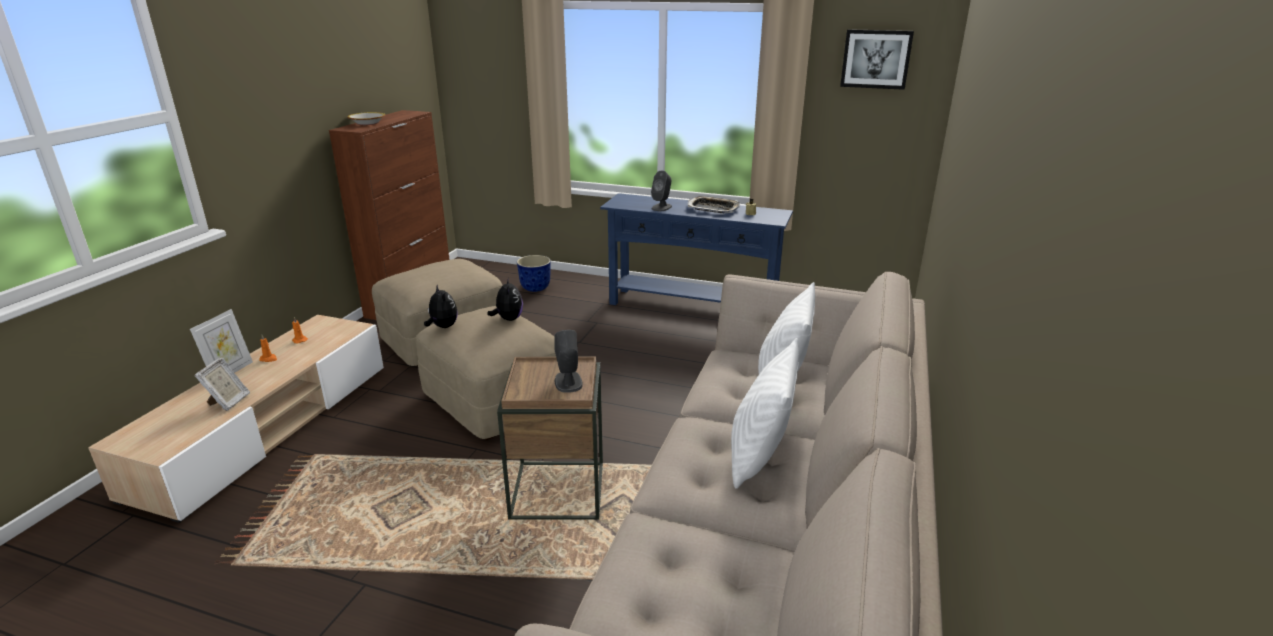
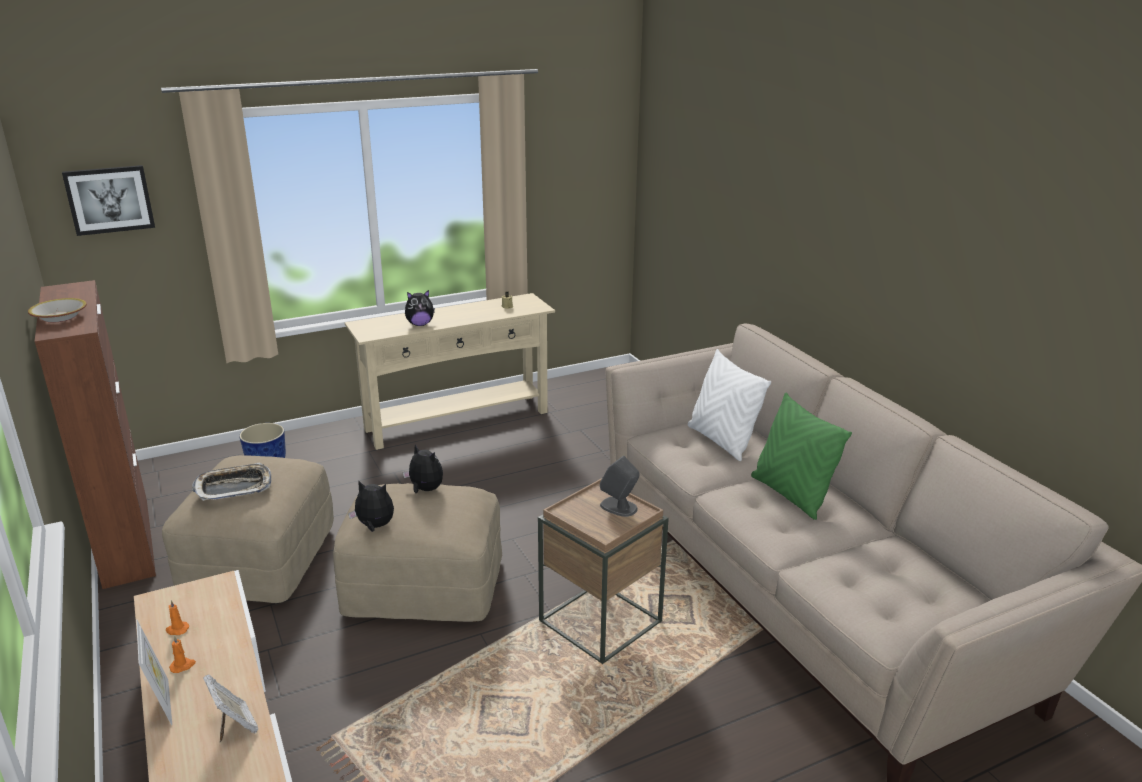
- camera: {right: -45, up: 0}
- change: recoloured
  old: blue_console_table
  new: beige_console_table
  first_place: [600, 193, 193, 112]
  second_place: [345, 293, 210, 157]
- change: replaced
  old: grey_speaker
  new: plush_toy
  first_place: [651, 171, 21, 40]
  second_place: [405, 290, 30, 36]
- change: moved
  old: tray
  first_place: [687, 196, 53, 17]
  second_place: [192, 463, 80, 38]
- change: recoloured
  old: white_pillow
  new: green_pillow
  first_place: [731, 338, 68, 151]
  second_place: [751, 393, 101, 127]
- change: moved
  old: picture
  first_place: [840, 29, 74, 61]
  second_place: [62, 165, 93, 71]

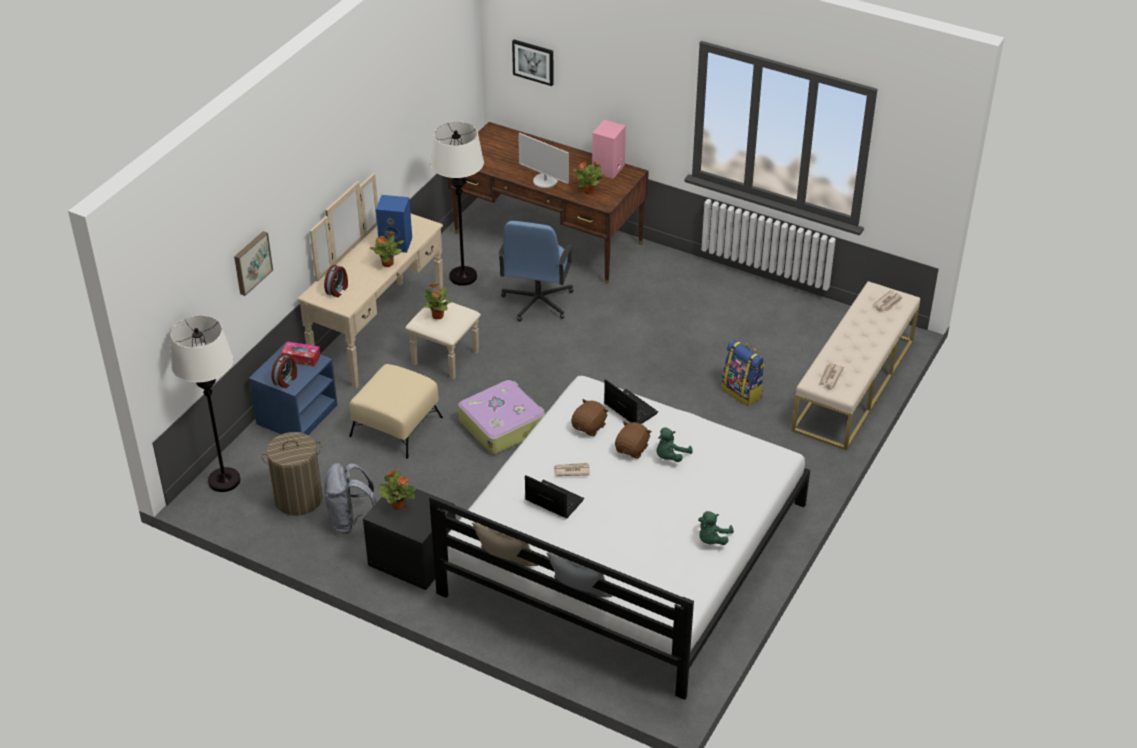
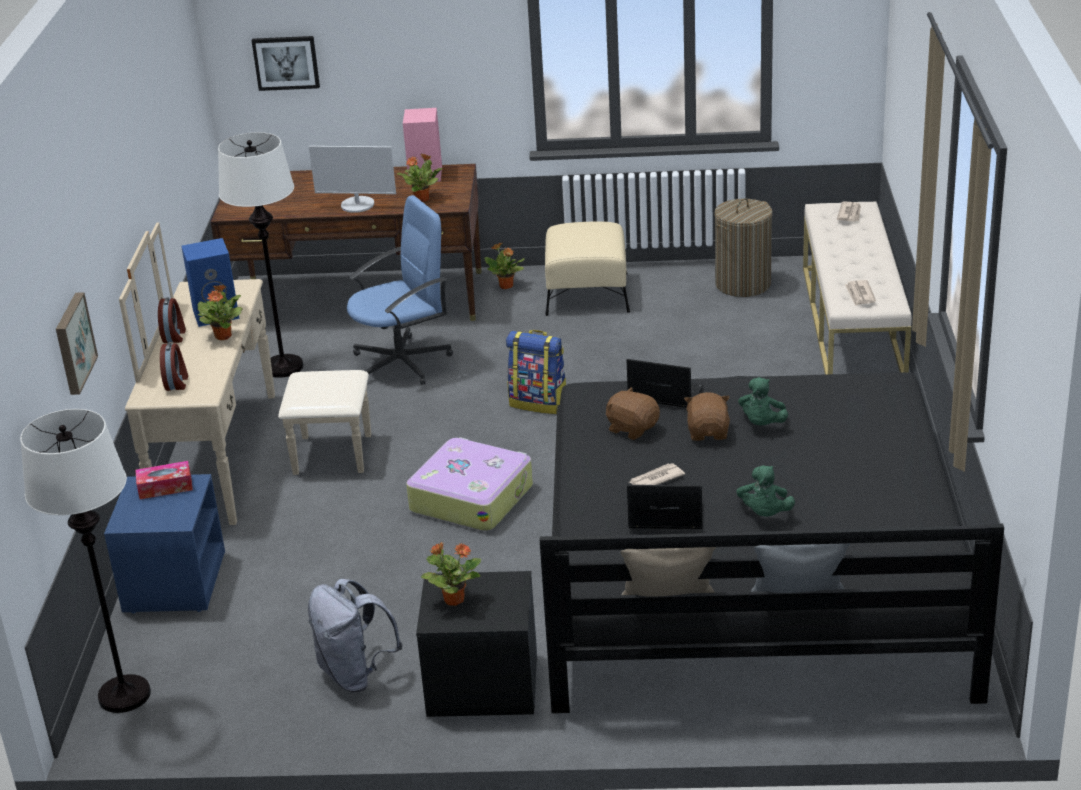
- camera: {right: -25, up: -10}
- change: moved
  old: laundry_basket
  first_place: [261, 432, 62, 84]
  second_place: [715, 198, 57, 99]
- change: moved
  old: alarm_clock
  first_place: [271, 355, 26, 33]
  second_place: [158, 297, 28, 46]
- change: moved
  old: beige_ottoman
  first_place: [349, 364, 94, 95]
  second_place: [545, 221, 85, 95]
- change: moved
  old: potted_plant
  first_place: [423, 283, 30, 36]
  second_place: [484, 243, 41, 46]
- change: recoloured
  old: white_bed
  new: black_bed
  first_place: [429, 376, 381, 324]
  second_place: [540, 372, 464, 341]
- change: turned
  old: blue_office_chair
  first_place: [498, 221, 76, 101]
  second_place: [347, 195, 106, 190]
  degrees: -105
- change: turned
  old: brown_plush_toy
  first_place: [571, 399, 37, 37]
  second_place: [606, 387, 54, 53]
  degrees: -60
- change: moved
  old: green_plush_toy
  first_place: [698, 511, 36, 34]
  second_place: [736, 465, 59, 52]
- change: moved
  old: backpack
  first_place: [721, 339, 44, 67]
  second_place: [506, 330, 60, 84]

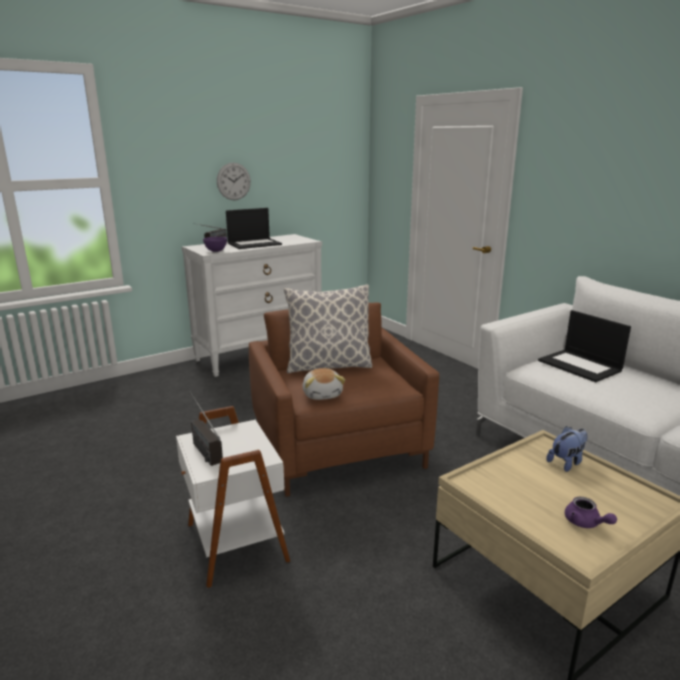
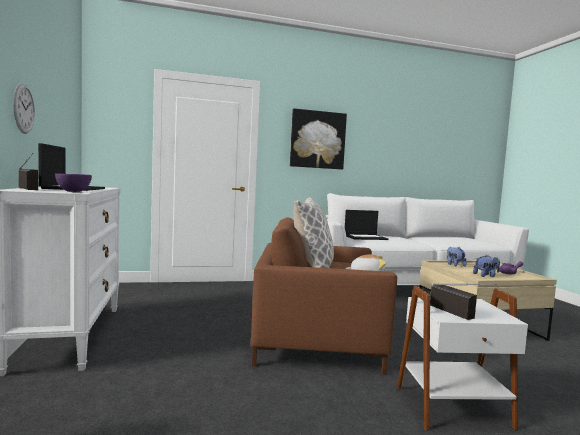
- camera: {right: -70, up: -15}
- change: turned
  old: radio
  first_place: [190, 391, 33, 75]
  second_place: [430, 283, 67, 37]
  degrees: -105
- change: added
  new: picture
  second_place: [290, 108, 57, 61]
- change: added
  new: plush_toy
  second_place: [473, 255, 27, 22]

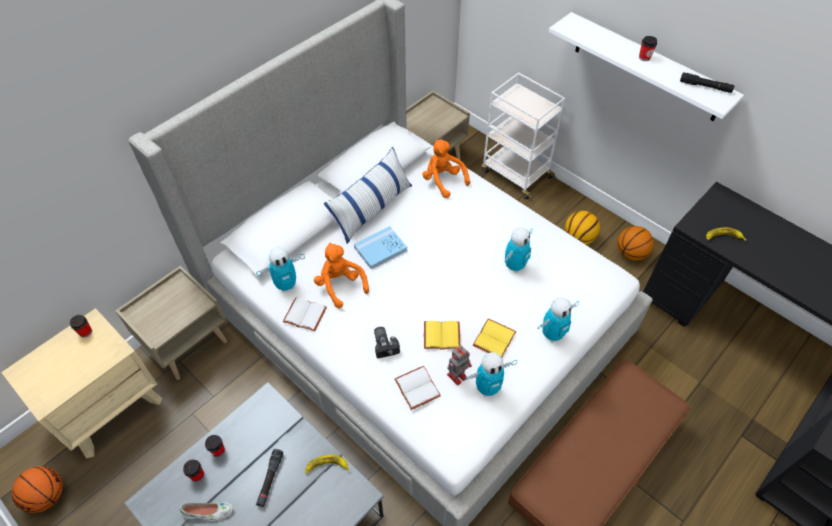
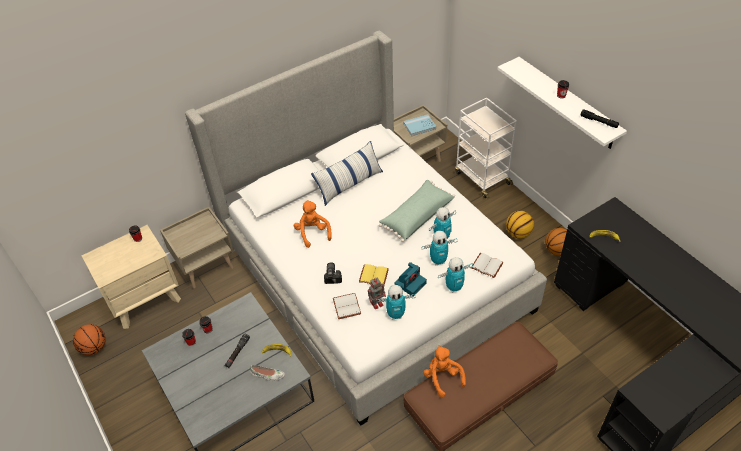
- camera: {right: 15, up: -5}
- change: moved
  old: white_shoe
  first_place: [180, 502, 53, 19]
  second_place: [250, 365, 35, 16]
- change: moved
  old: toy_robot
  first_place: [256, 247, 49, 45]
  second_place: [421, 231, 37, 34]
- change: moved
  old: white_book
  first_place: [283, 297, 44, 35]
  second_place: [471, 253, 33, 25]
- change: moved
  old: blue_book
  first_place: [354, 226, 54, 43]
  second_place: [404, 114, 32, 22]
- change: moved
  old: orange_plush_toy
  first_place: [422, 140, 48, 58]
  second_place: [423, 345, 43, 53]
- change: replaced
  old: yellow_book
  new: photo_camera
  first_place: [473, 319, 43, 38]
  second_place: [395, 262, 32, 35]
- change: added
  new: green_pillow
  second_place: [379, 180, 76, 62]

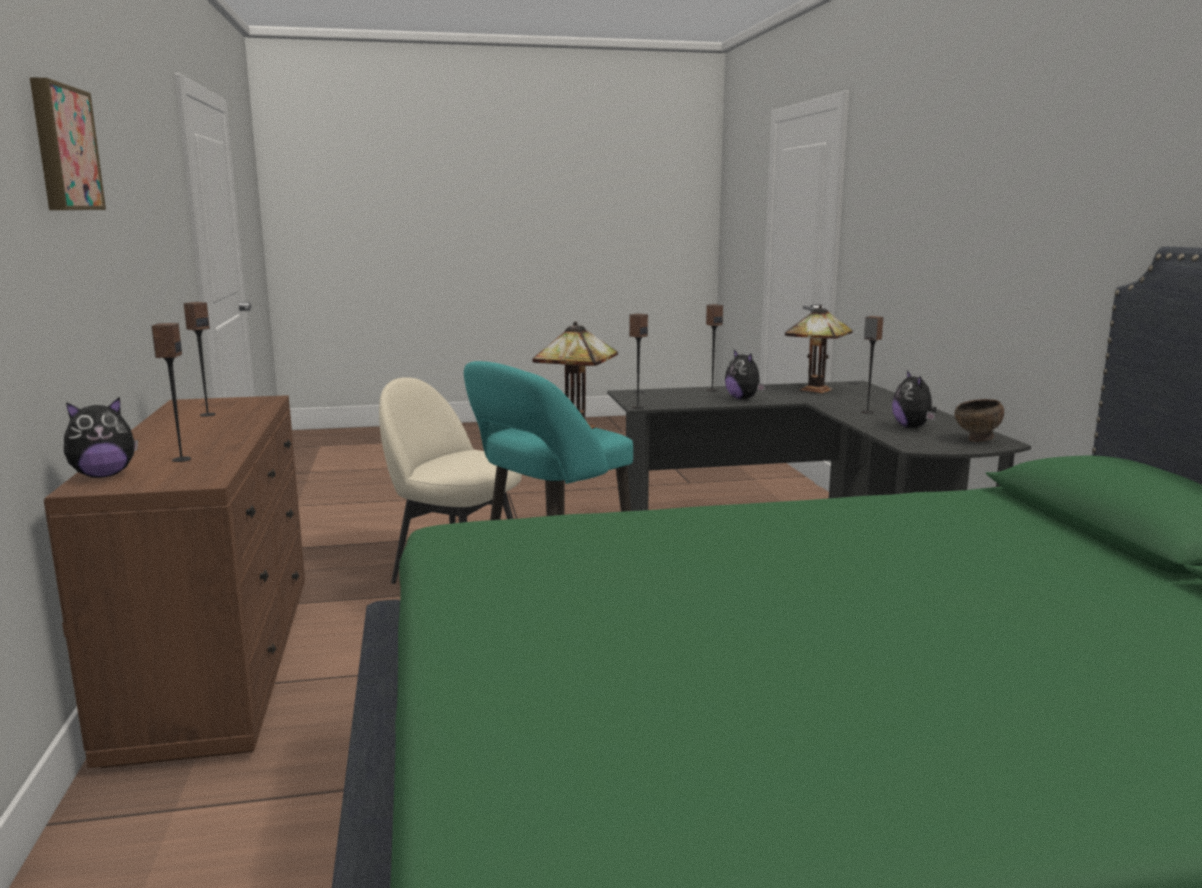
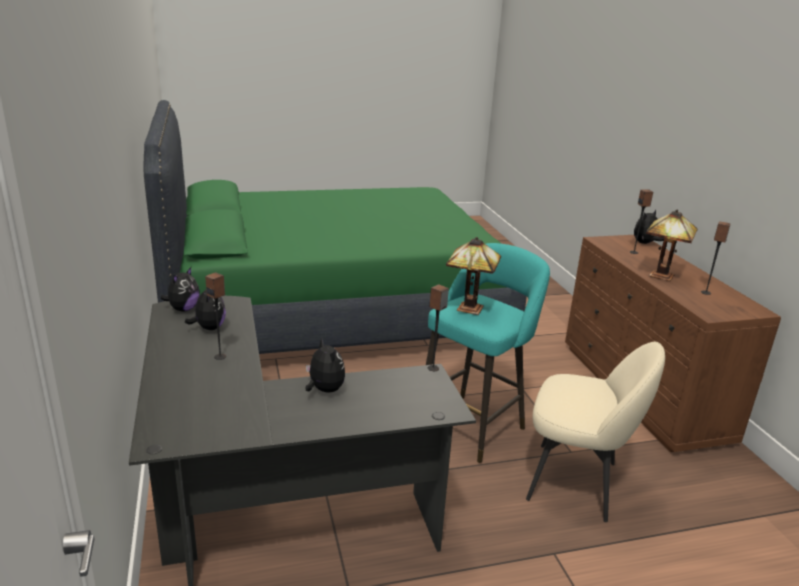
- camera: {right: 175, up: 10}
- change: removed
  old: picture
  first_place: [30, 77, 76, 133]
- change: removed
  old: speaker
  first_place: [706, 304, 17, 88]
- change: moved
  old: table_lamp
  first_place: [785, 305, 68, 88]
  second_place: [646, 210, 52, 71]
- change: replaced
  old: brown_bowl
  new: plush_toy
  first_place: [955, 399, 49, 43]
  second_place: [161, 267, 39, 45]

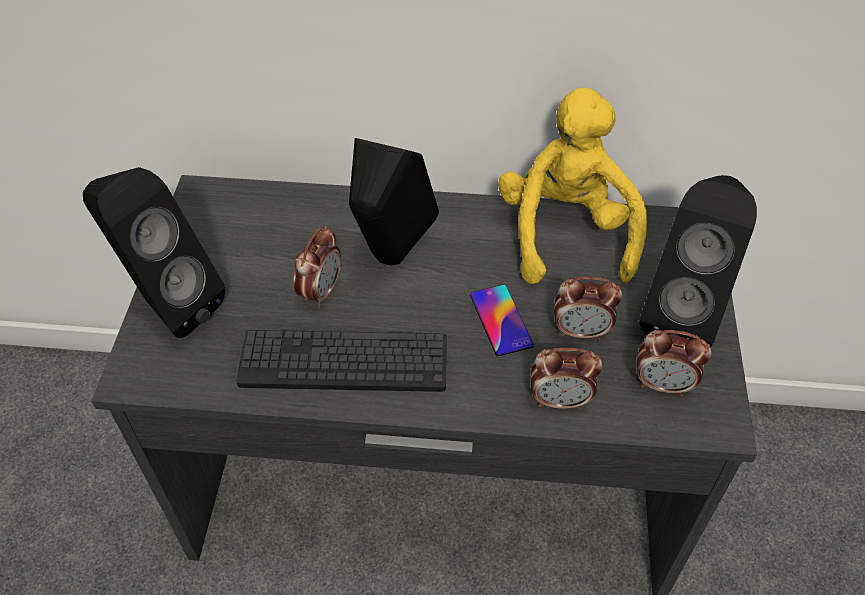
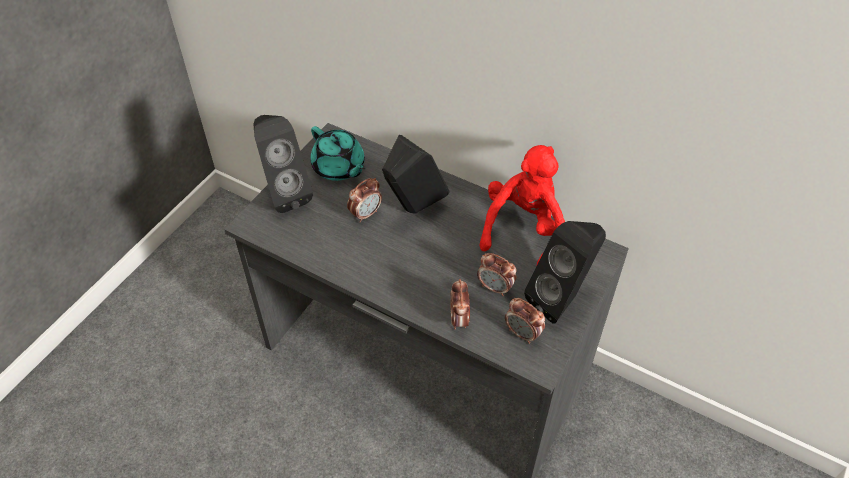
- camera: {right: 25, up: 0}
- change: removed
  old: keyboard
  first_place: [236, 330, 211, 62]
- change: removed
  old: phone
  first_place: [470, 285, 64, 71]
- change: recoloured
  old: yellow_plush_toy
  new: red_plush_toy
  first_place: [498, 87, 149, 197]
  second_place: [479, 145, 86, 119]
- change: turned
  old: alarm_clock
  first_place: [531, 348, 72, 62]
  second_place: [450, 279, 20, 50]
  degrees: 60
- change: added
  new: turquoise_teapot
  second_place: [310, 126, 55, 55]

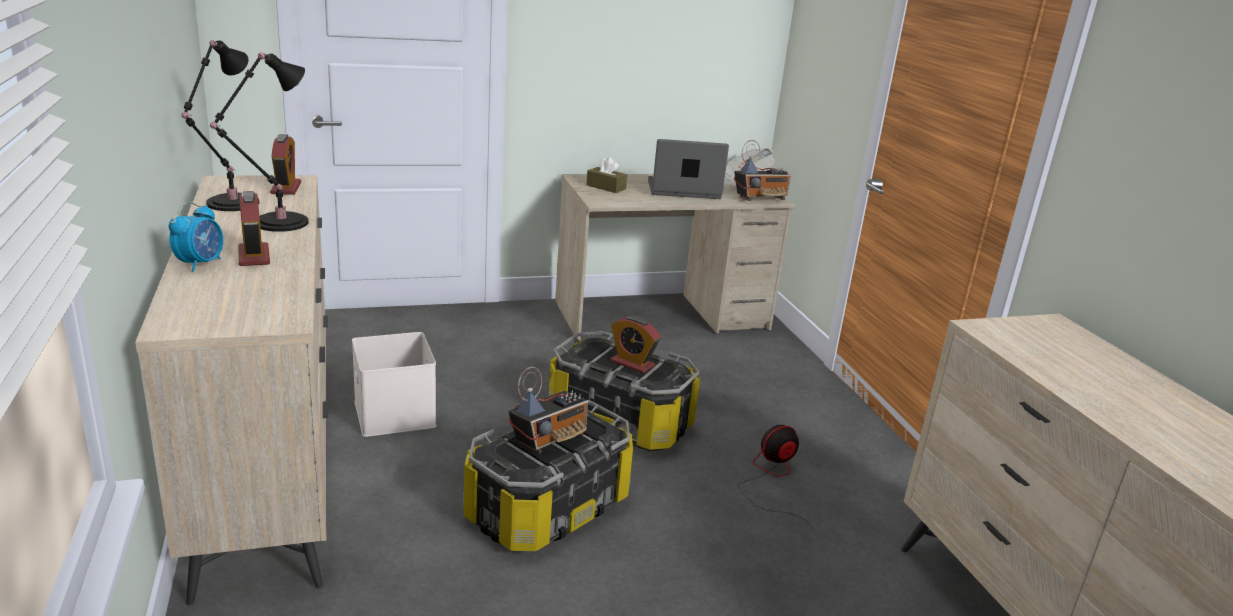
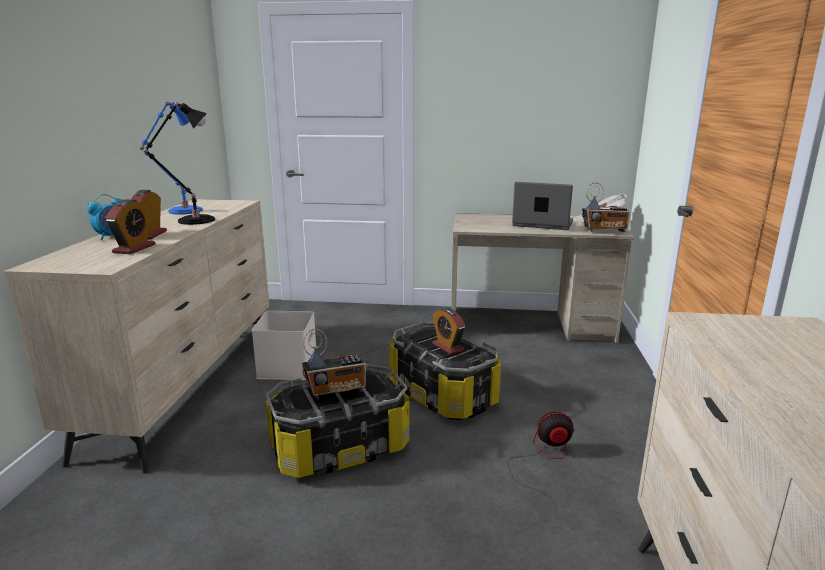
- camera: {right: 25, up: -5}
- change: recoloured
  old: black_table_lamp
  new: blue_table_lamp
  first_place: [181, 40, 78, 171]
  second_place: [139, 101, 64, 114]
- change: moved
  old: alarm_clock
  first_place: [270, 134, 31, 61]
  second_place: [105, 199, 50, 55]
- change: removed
  old: brown_tissue_box
  first_place: [586, 157, 41, 36]

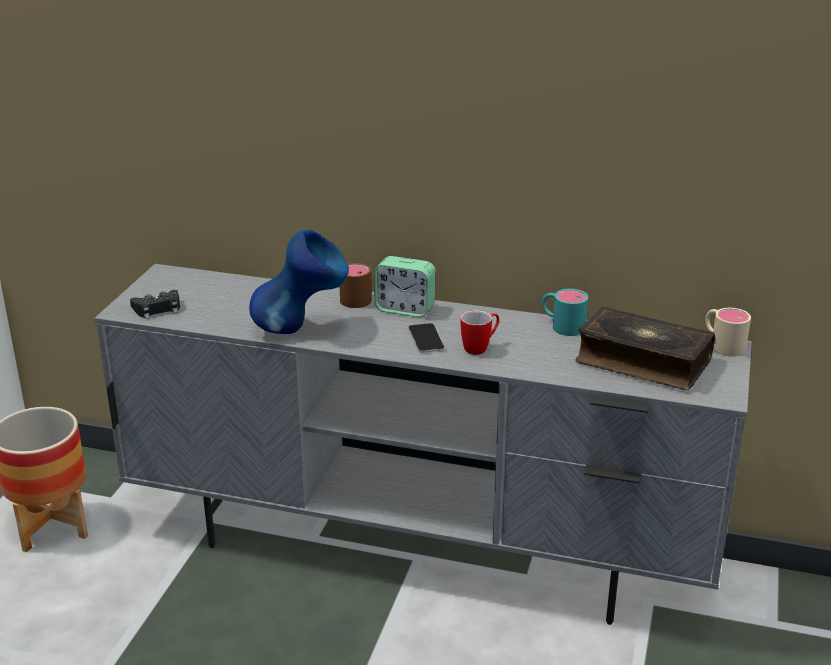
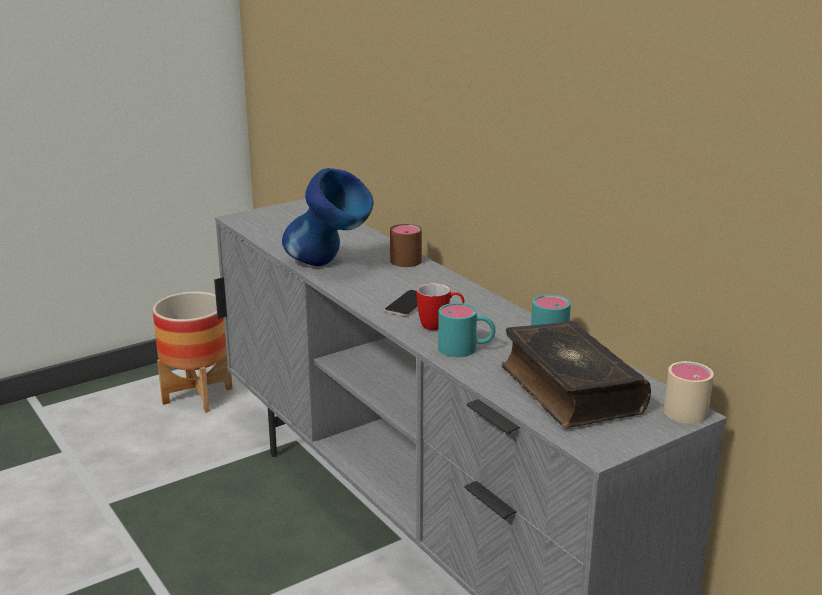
- camera: {right: 40, up: -5}
- change: removed
  old: black_game_controller
  first_place: [130, 290, 50, 29]
- change: removed
  old: alarm_clock
  first_place: [375, 256, 60, 61]
- change: added
  new: turquoise_mug
  second_place: [438, 303, 57, 54]

